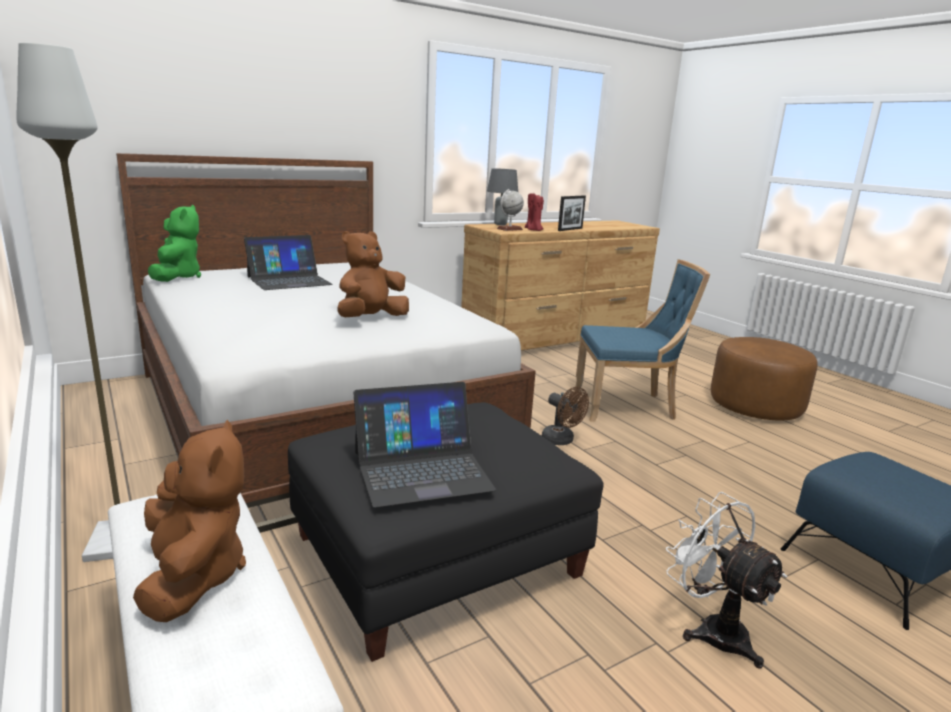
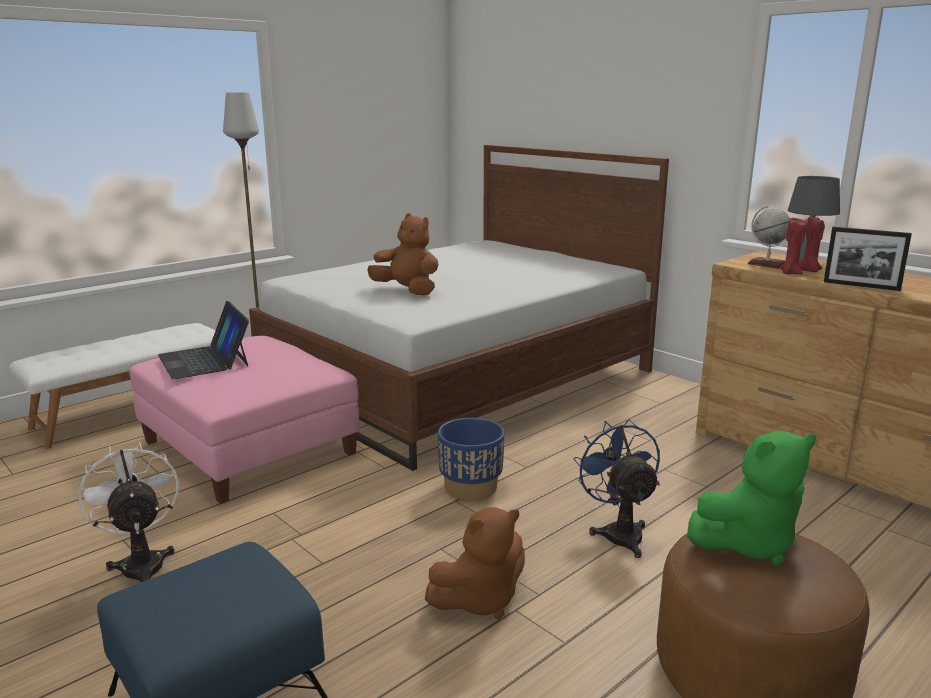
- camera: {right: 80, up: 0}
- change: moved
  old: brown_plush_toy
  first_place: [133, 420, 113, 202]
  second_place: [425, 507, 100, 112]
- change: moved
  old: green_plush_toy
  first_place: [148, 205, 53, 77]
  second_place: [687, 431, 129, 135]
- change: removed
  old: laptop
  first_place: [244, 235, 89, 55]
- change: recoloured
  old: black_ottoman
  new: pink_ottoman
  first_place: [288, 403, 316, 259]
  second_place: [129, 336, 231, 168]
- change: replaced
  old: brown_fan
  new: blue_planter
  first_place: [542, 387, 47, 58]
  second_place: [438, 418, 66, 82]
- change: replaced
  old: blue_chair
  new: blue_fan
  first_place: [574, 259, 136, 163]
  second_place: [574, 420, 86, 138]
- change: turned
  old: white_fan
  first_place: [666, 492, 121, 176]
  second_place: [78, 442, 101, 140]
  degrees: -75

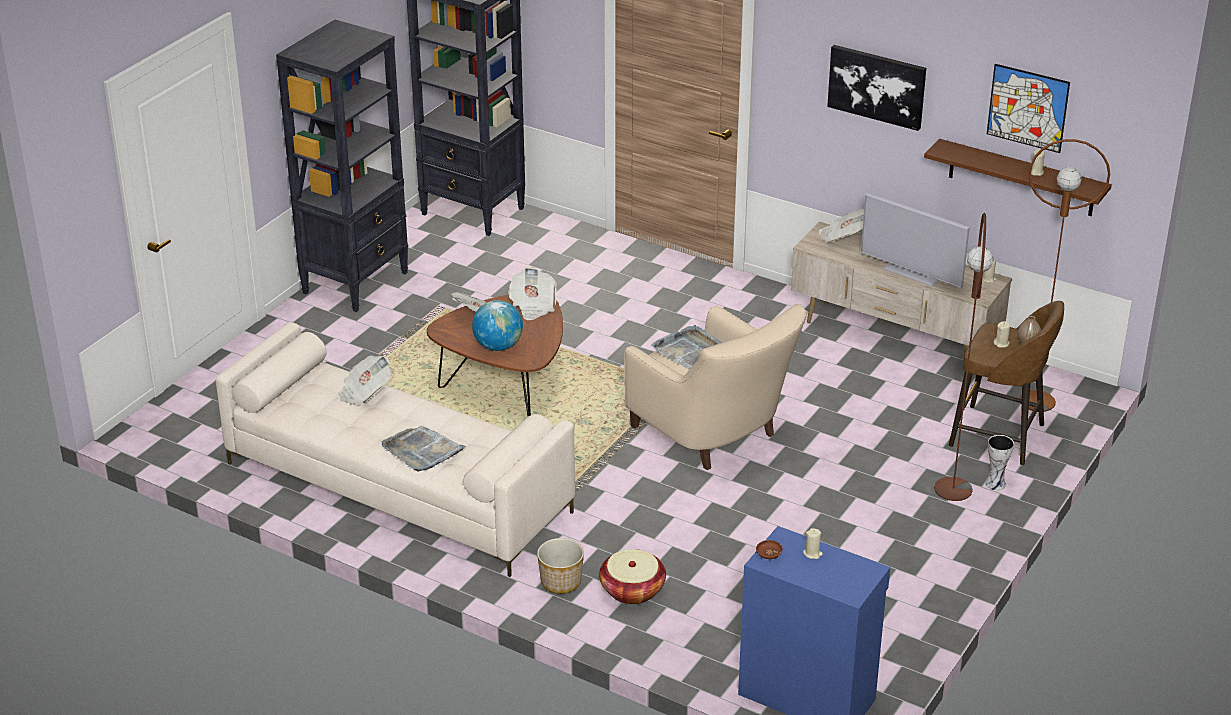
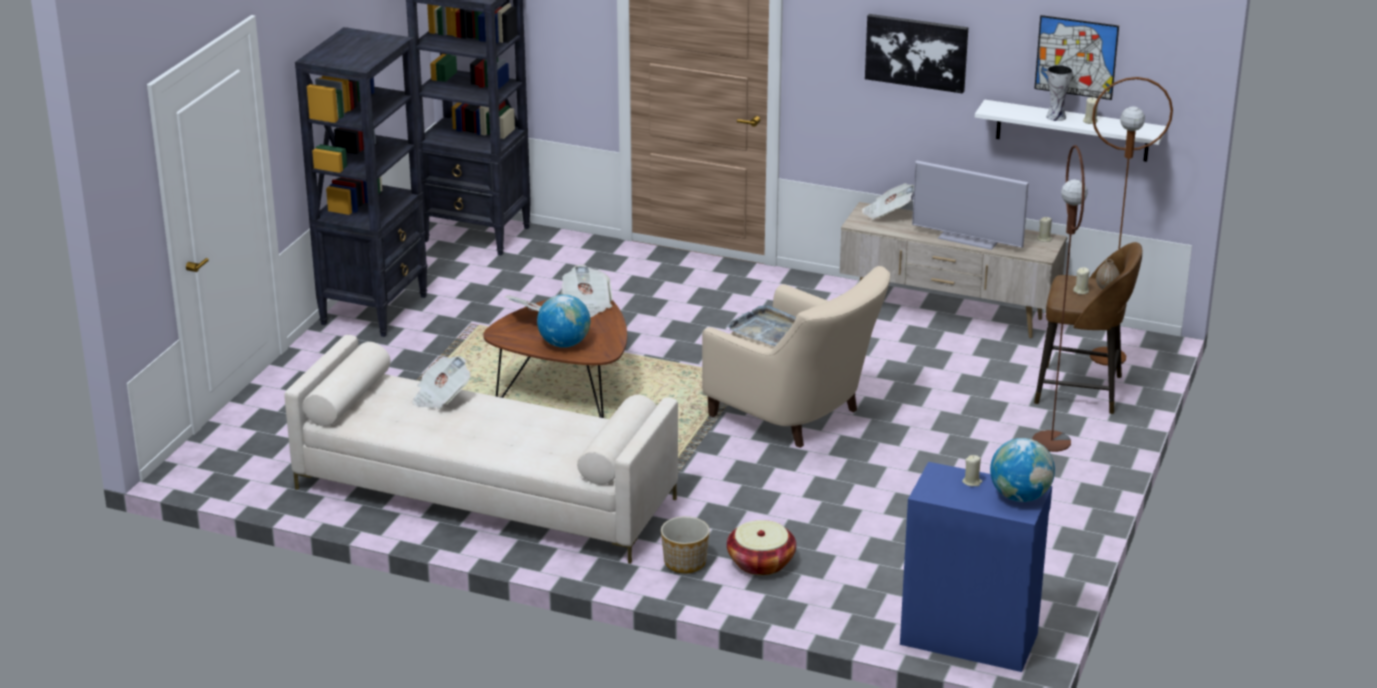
- camera: {right: -10, up: -5}
- change: removed
  old: grey_tray
  first_place: [382, 425, 85, 47]
- change: removed
  old: brown_bowl
  first_place: [756, 540, 27, 19]
- change: recoloured
  old: brown_shelf
  new: white_shelf
  first_place: [924, 139, 188, 77]
  second_place: [975, 99, 191, 63]
- change: moved
  old: vase
  first_place: [985, 435, 29, 56]
  second_place: [1046, 65, 27, 56]
- change: added
  new: globe
  second_place: [990, 438, 65, 64]

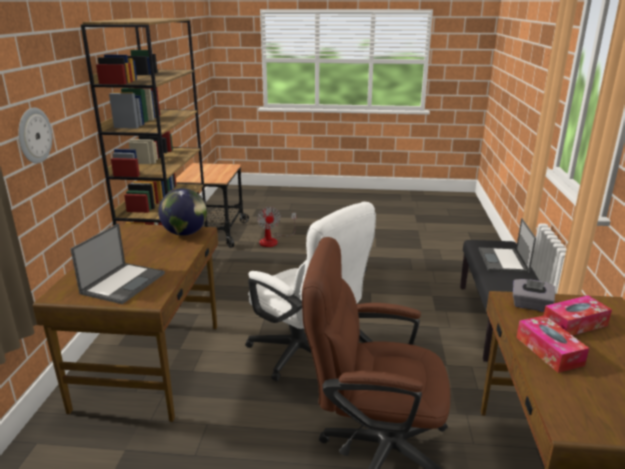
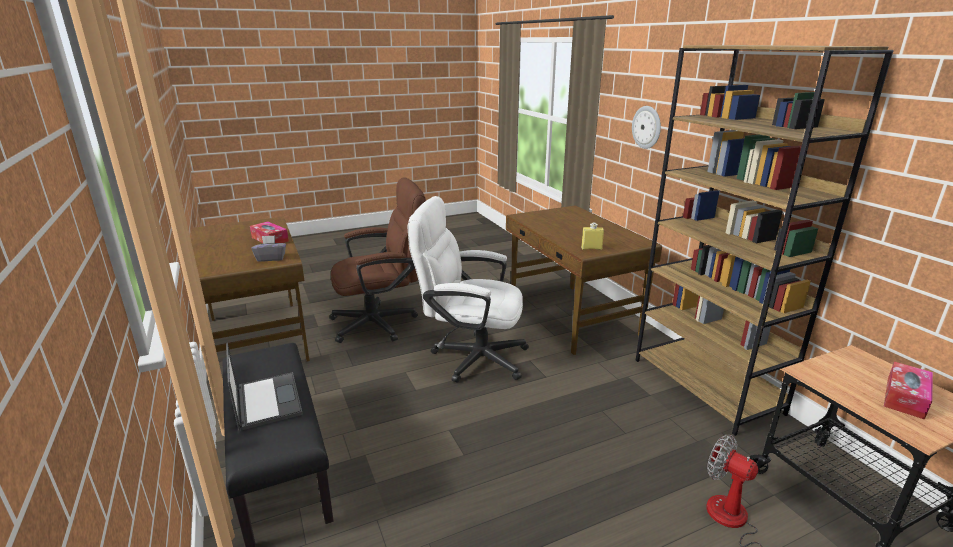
- camera: {right: 150, up: 0}
- change: removed
  old: laptop
  first_place: [70, 223, 95, 81]
- change: replaced
  old: globe
  new: yellow_bottle
  first_place: [158, 188, 49, 48]
  second_place: [581, 223, 23, 27]
- change: moved
  old: tissue_box
  first_place: [543, 295, 69, 41]
  second_place: [884, 361, 49, 59]

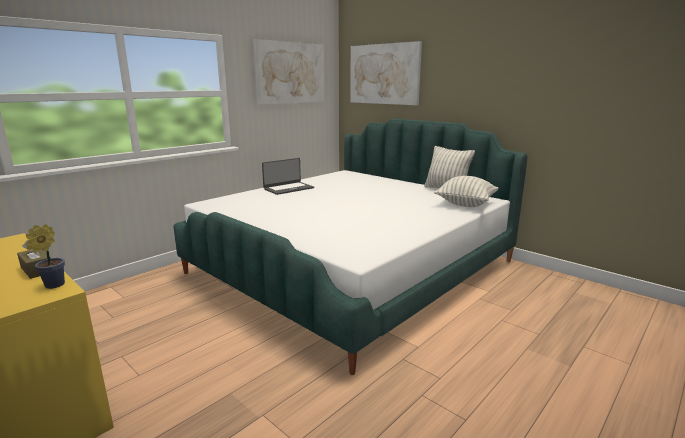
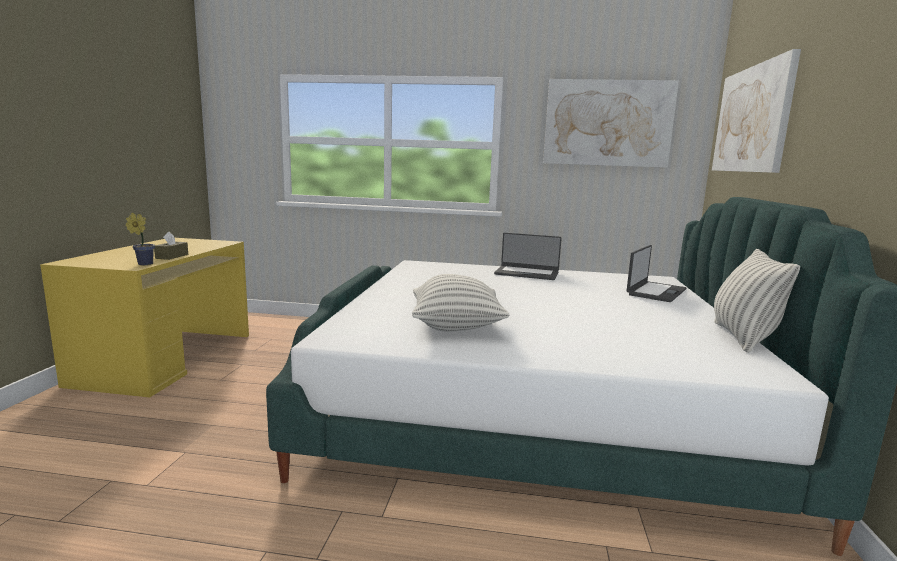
- camera: {right: 55, up: -5}
- change: moved
  old: pillow
  first_place: [434, 176, 65, 31]
  second_place: [412, 274, 98, 58]
- change: added
  new: laptop
  second_place: [627, 245, 59, 57]

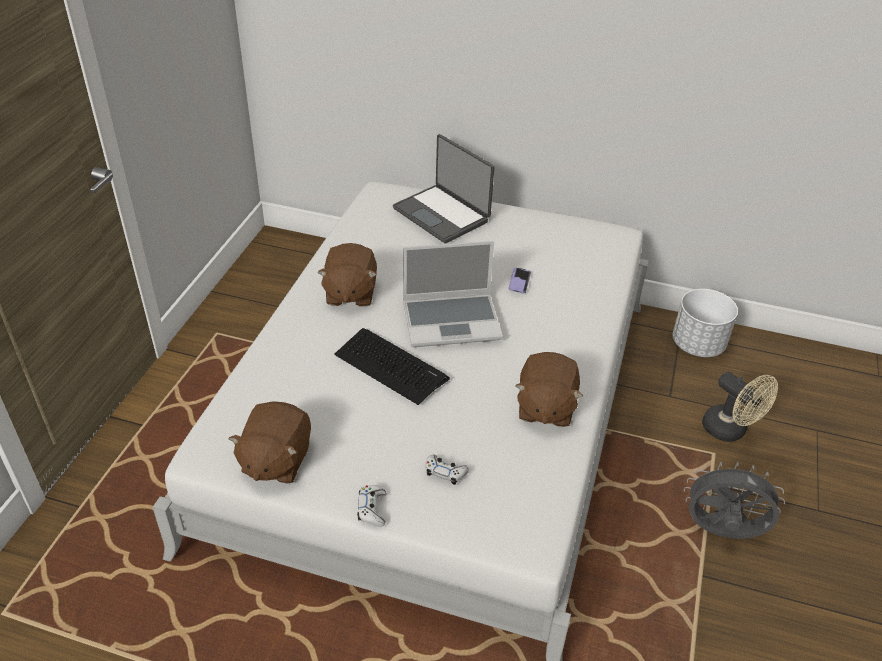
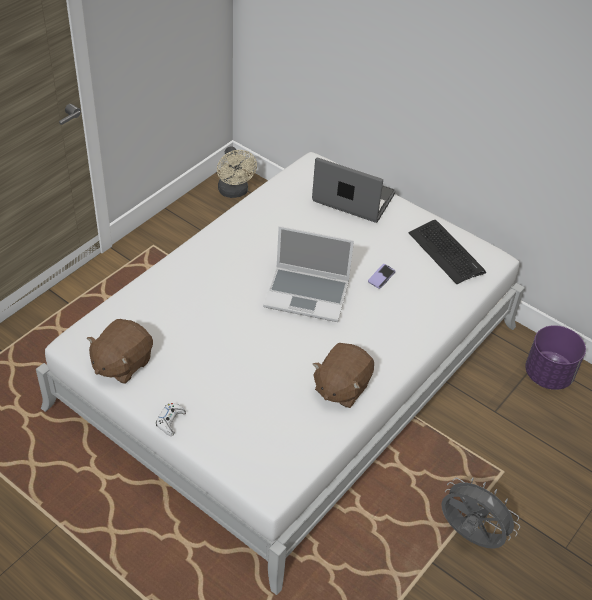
- camera: {right: 20, up: 5}
- change: removed
  old: brown_plush_toy
  first_place: [318, 243, 59, 63]
- change: moved
  old: keyboard
  first_place: [335, 328, 115, 77]
  second_place: [408, 220, 78, 64]
- change: turned
  old: laptop
  first_place: [393, 134, 101, 110]
  second_place: [312, 158, 83, 65]
  degrees: 135
- change: removed
  old: white_game_controller
  first_place: [425, 455, 44, 30]
- change: recoloured
  old: white_planter
  new: purple_planter
  first_place: [673, 289, 65, 68]
  second_place: [525, 325, 61, 65]
- change: moved
  old: beige_fan
  first_place: [702, 372, 76, 70]
  second_place: [217, 146, 40, 52]

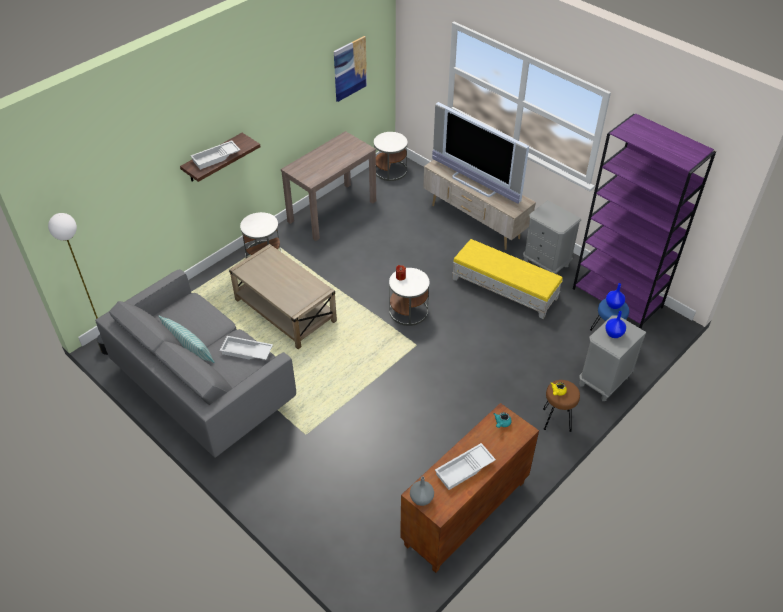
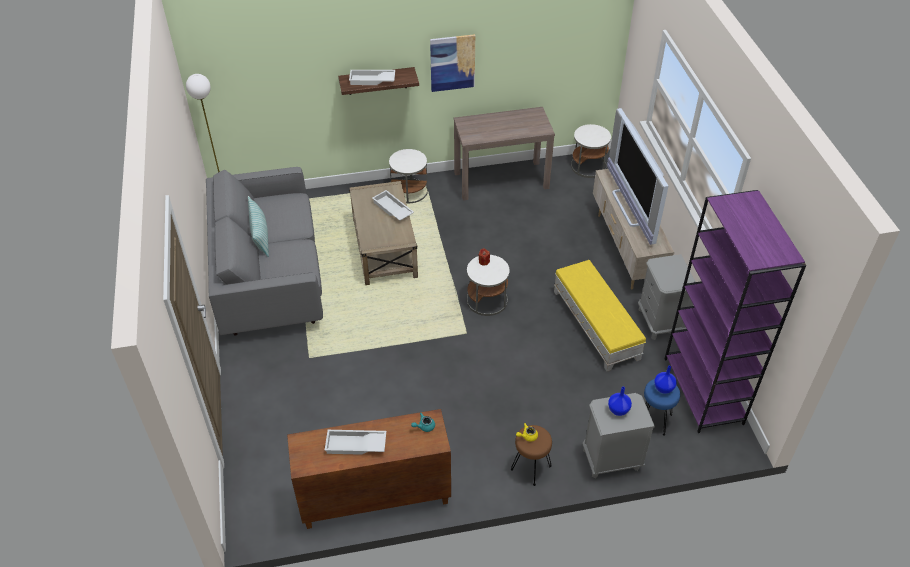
- camera: {right: 35, up: 0}
- change: moved
  old: white_tray
  first_place: [220, 336, 53, 24]
  second_place: [372, 190, 42, 31]
- change: moved
  old: picture
  first_place: [334, 36, 33, 66]
  second_place: [430, 34, 45, 58]
- change: removed
  old: grey_vase
  first_place: [410, 476, 24, 30]

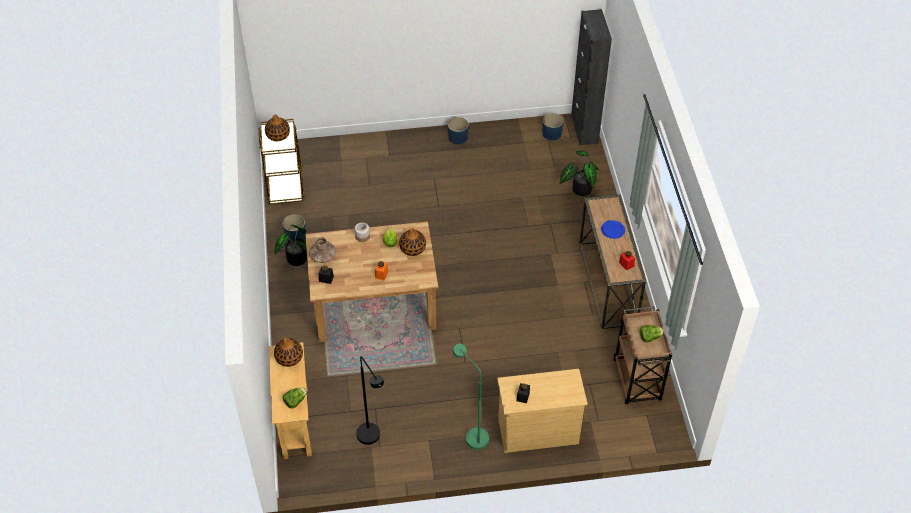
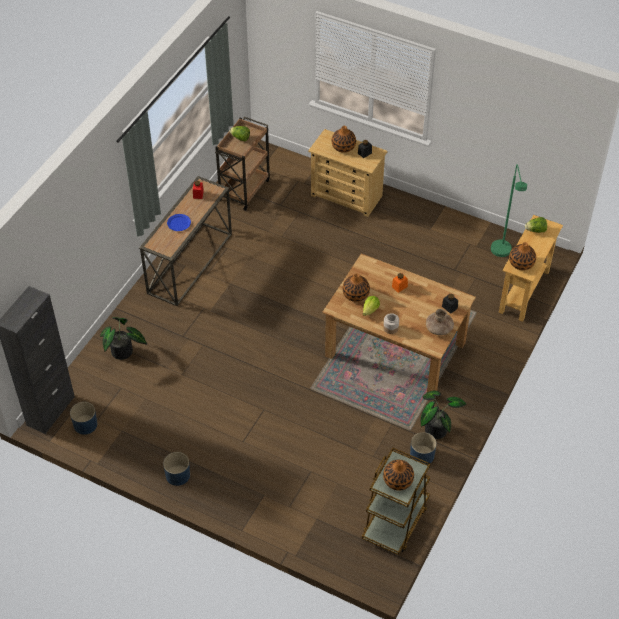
- camera: {right: -145, up: 0}
- change: removed
  old: black_floor_lamp
  first_place: [356, 356, 28, 89]
- change: moved
  old: green_floor_lamp
  first_place: [453, 344, 36, 106]
  second_place: [491, 164, 36, 93]
- change: added
  new: vase
  second_place: [332, 126, 24, 27]

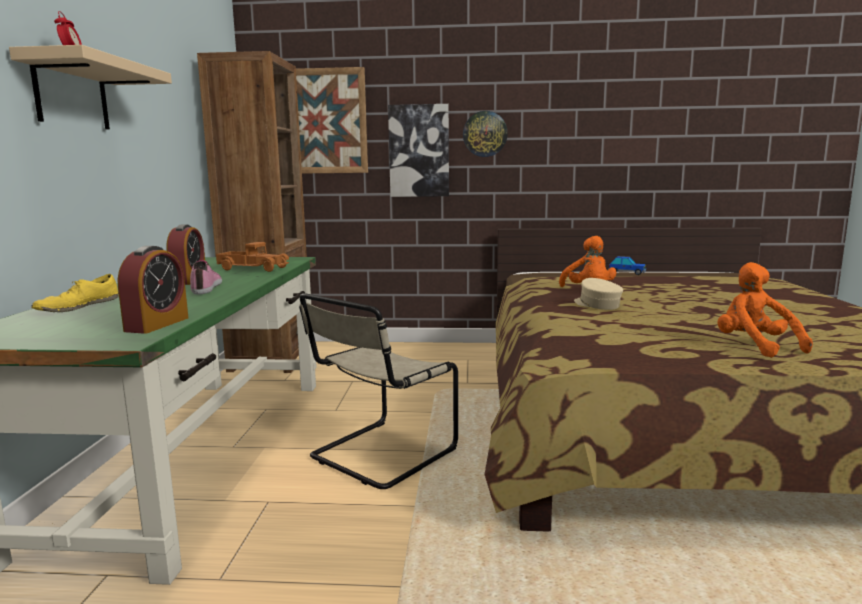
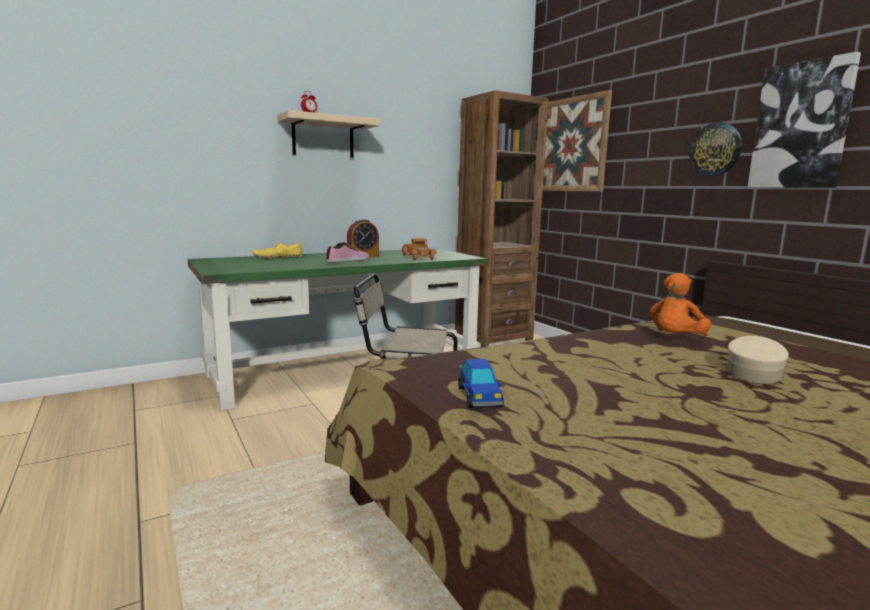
- camera: {right: 55, up: 0}
- change: removed
  old: alarm_clock
  first_place: [118, 246, 70, 88]
- change: moved
  old: picture
  first_place: [388, 104, 61, 93]
  second_place: [748, 51, 113, 137]
- change: moved
  old: beige_cap
  first_place: [574, 278, 49, 32]
  second_place: [726, 336, 63, 48]
- change: moved
  old: toy_car
  first_place: [609, 256, 37, 19]
  second_place: [458, 359, 46, 49]
- change: removed
  old: orange_plush_toy
  first_place: [718, 262, 95, 96]

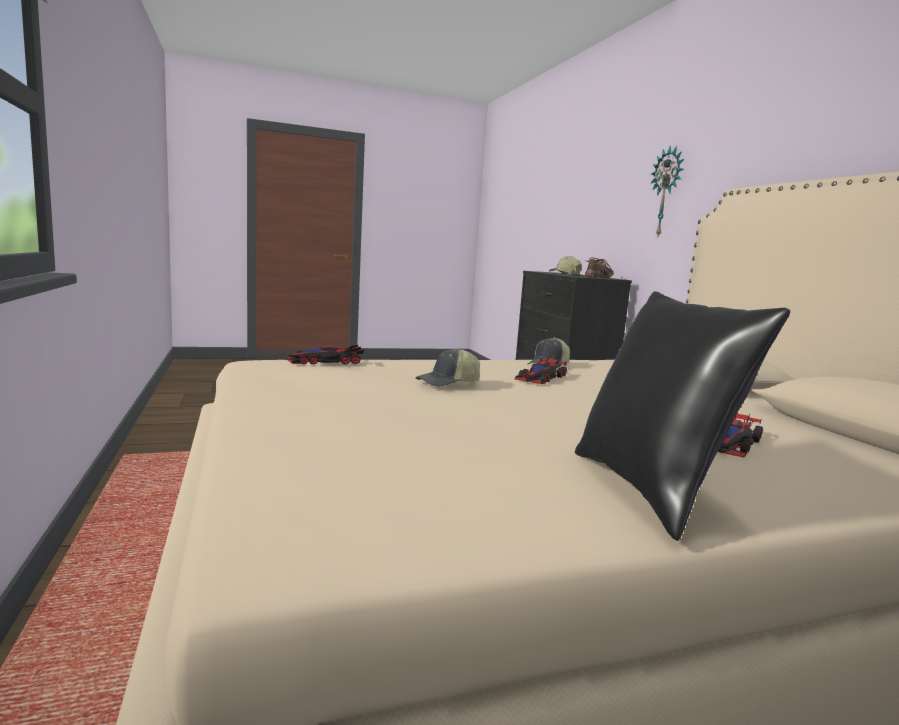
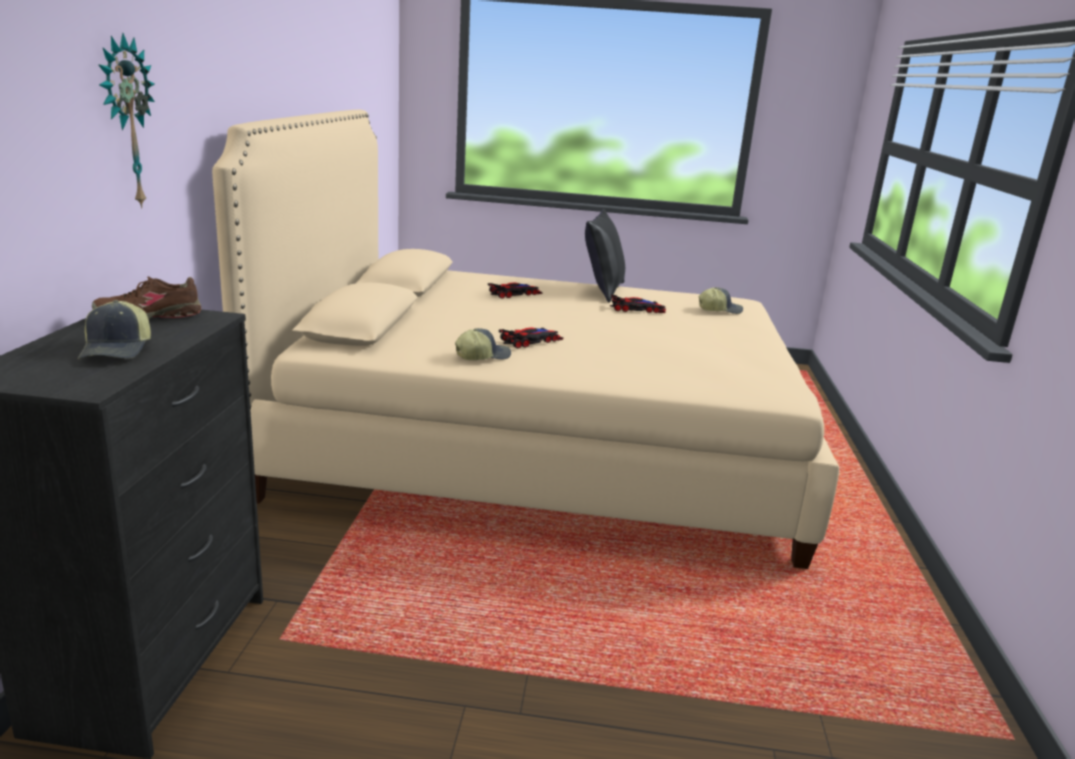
- camera: {right: -155, up: 10}
- change: moved
  old: toy_car
  first_place: [287, 345, 77, 20]
  second_place: [610, 295, 56, 18]
- change: moved
  old: cap
  first_place: [415, 348, 65, 39]
  second_place: [699, 287, 44, 27]

